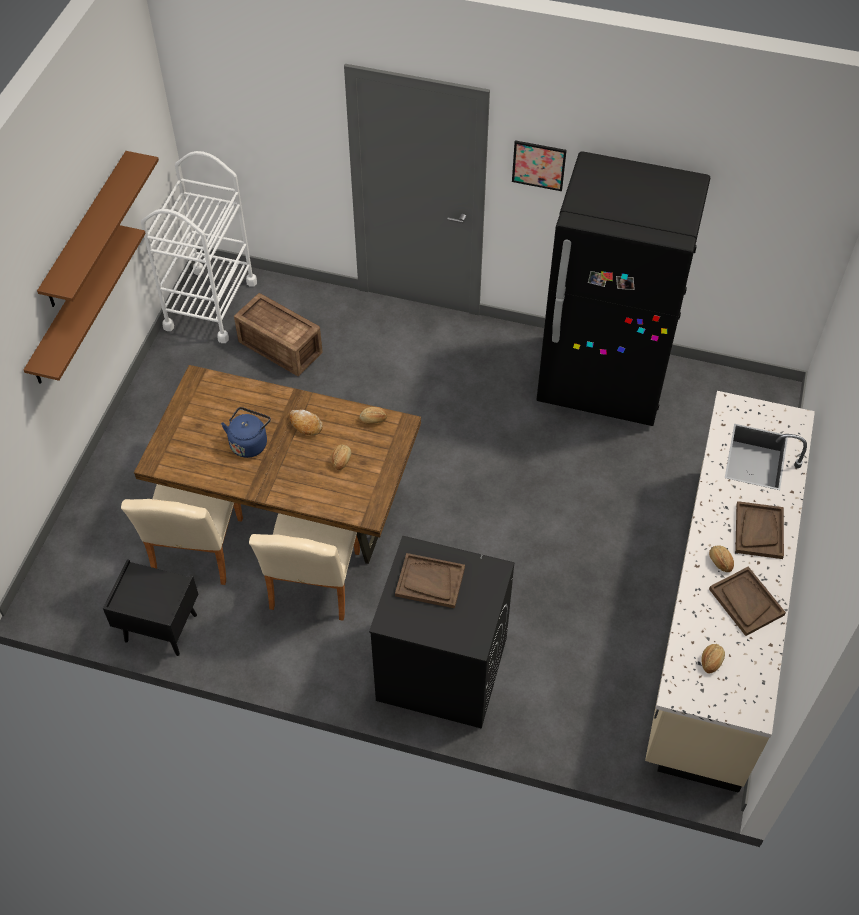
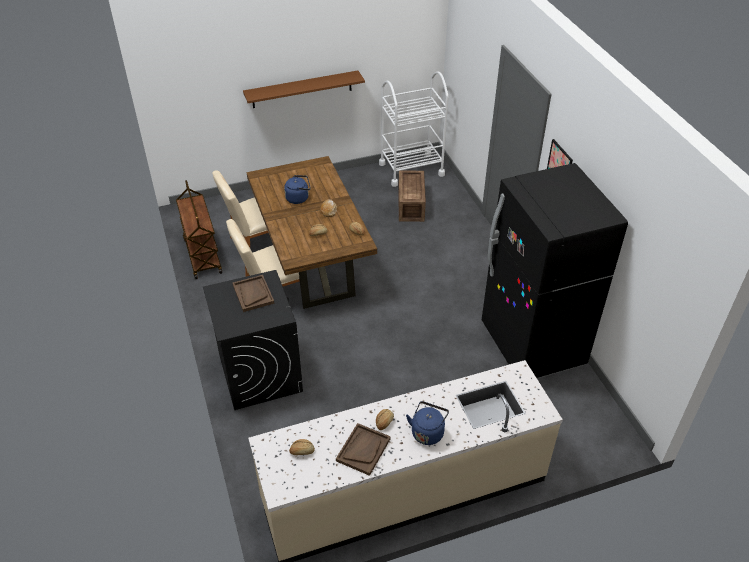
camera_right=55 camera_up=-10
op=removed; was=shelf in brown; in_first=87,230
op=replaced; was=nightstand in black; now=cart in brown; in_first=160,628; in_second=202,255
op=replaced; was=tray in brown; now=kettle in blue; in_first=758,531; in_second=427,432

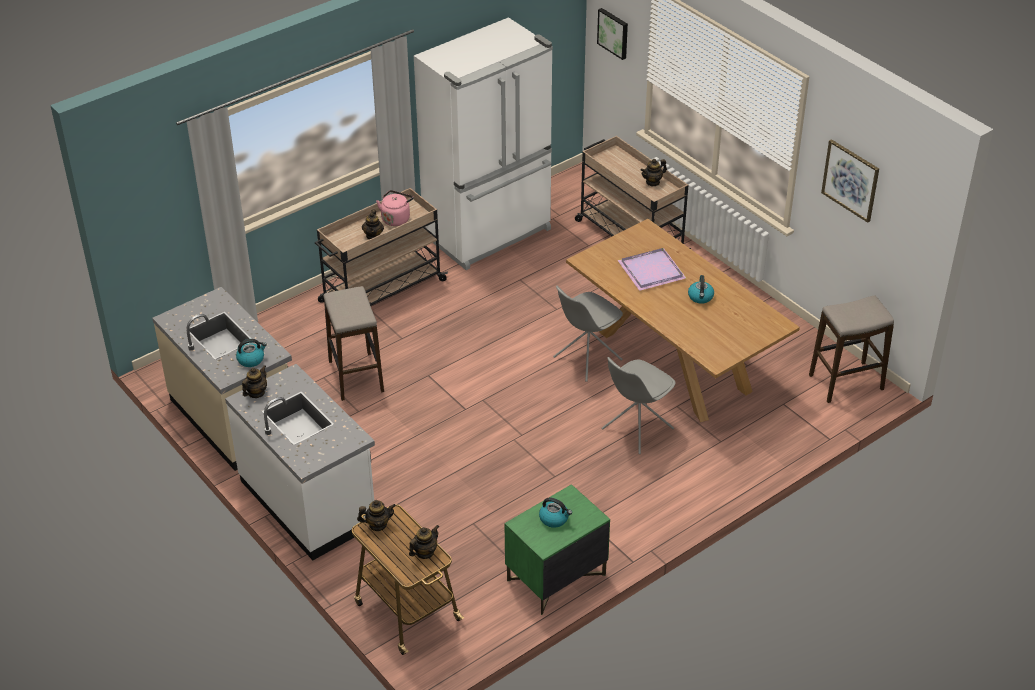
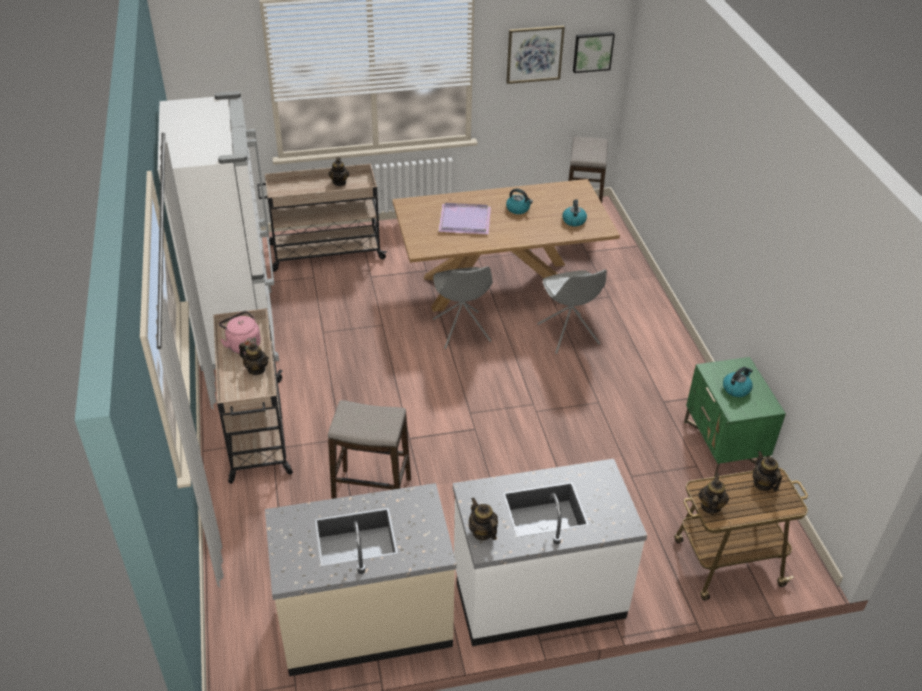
camera_right=-65 camera_up=0
op=moved; was=kettle; in_first=251,359; in_second=573,220
op=moved; was=picture; in_first=614,33; in_second=592,51

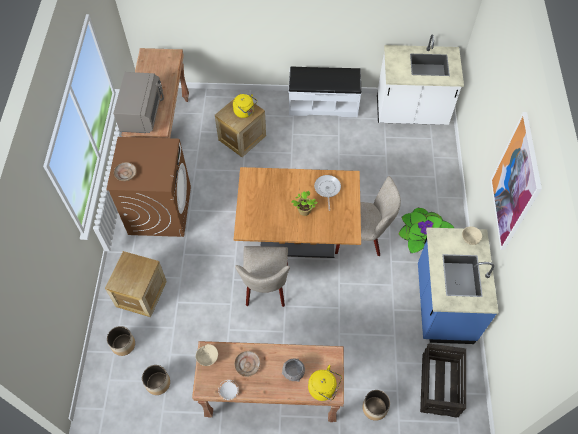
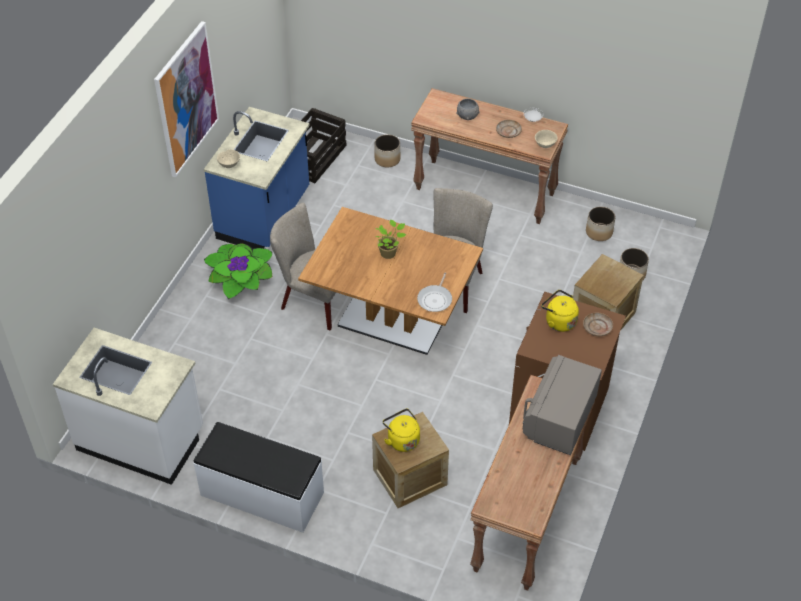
camera_right=-160 camera_up=-10
op=moved; was=kettle in yellow; in_first=324,388; in_second=558,321
op=moved; was=frying pan; in_first=327,189; in_second=435,299

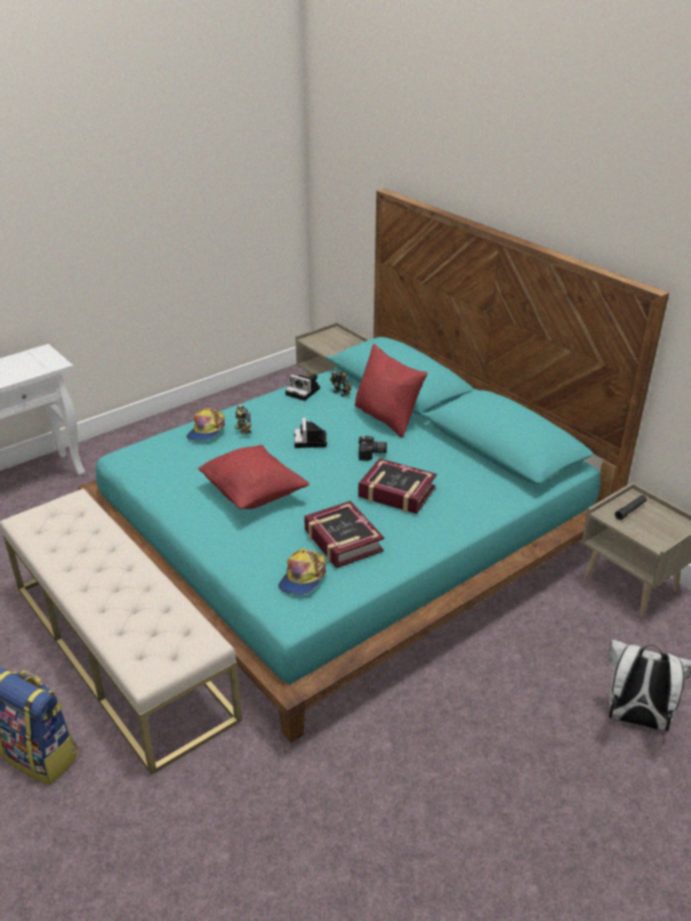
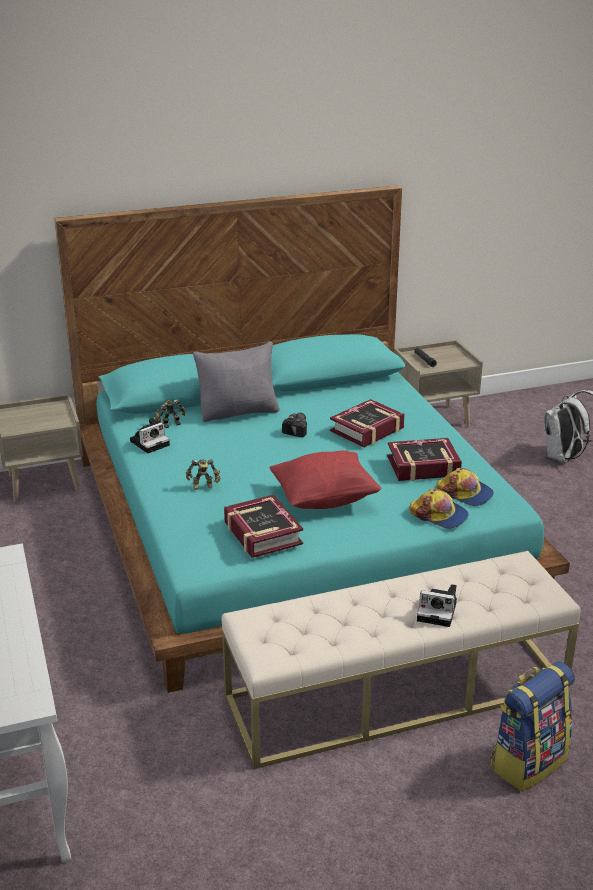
camera_right=-70 camera_up=-5
op=moved; was=cap; in_first=206,430; in_second=439,515
op=moved; was=photo camera; in_first=310,441; in_second=438,611
op=recoloured; was=pillow in red; now=pillow in grey; in_first=387,418; in_second=239,412
op=added; now=book; in_second=262,533

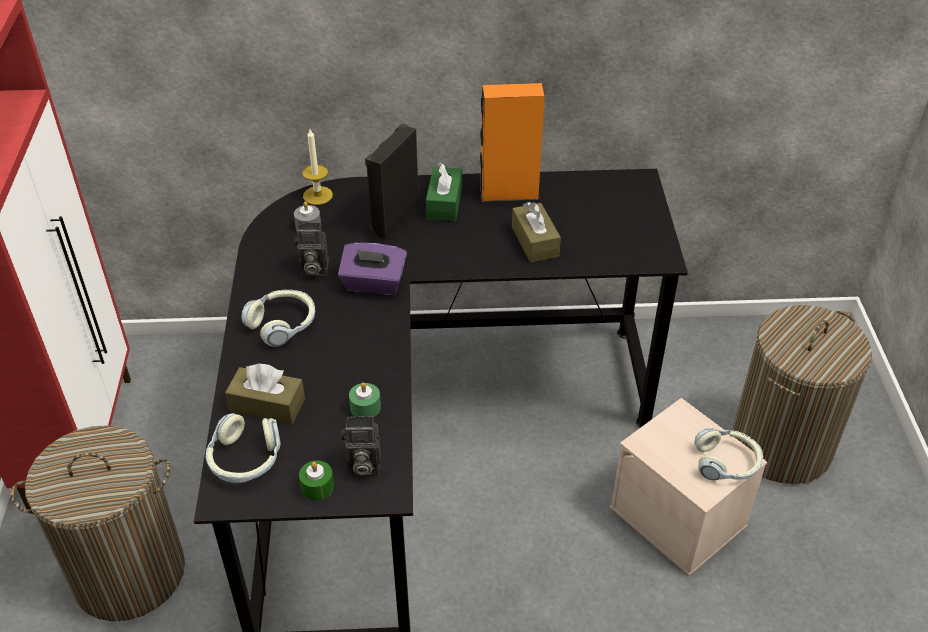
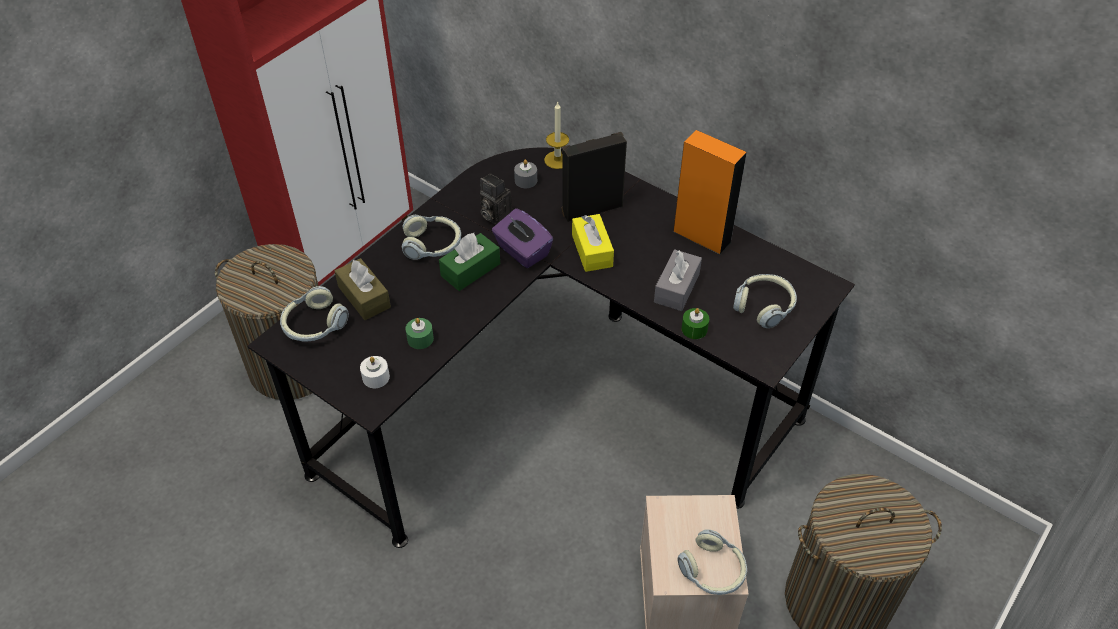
camera_right=40 camera_up=5
op=moved; was=candle in green; in_first=317,487; in_second=694,329
op=replaced; was=photo camera; now=candle in white; in_first=362,465; in_second=376,377
op=moved; was=tissue box in green; in_first=444,203; in_second=470,270
op=recoloured; was=tissue box in brown; now=tissue box in grey; in_first=535,241; in_second=676,288
op=added; now=tissue box in yellow; in_second=592,250
op=added; now=headphones; in_second=764,306

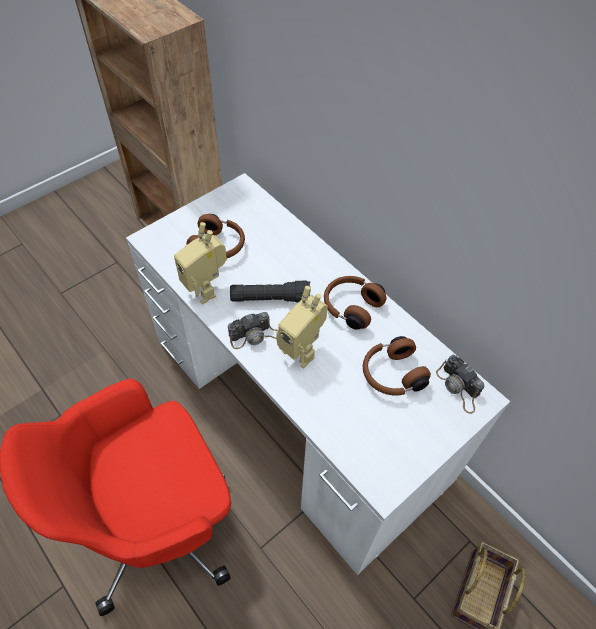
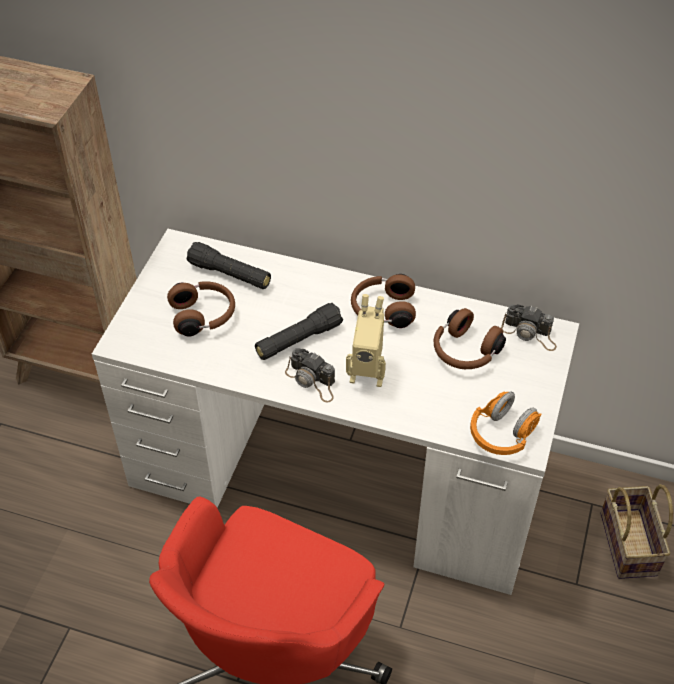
camera_right=-30 camera_up=-5
op=removed; was=toy robot; in_first=206,289
op=turned; was=photo camera; in_first=255,335; in_second=312,381; clockwise=90
op=added; now=flashlight in black; in_second=230,274
op=added; now=headphones in orange; in_second=502,434

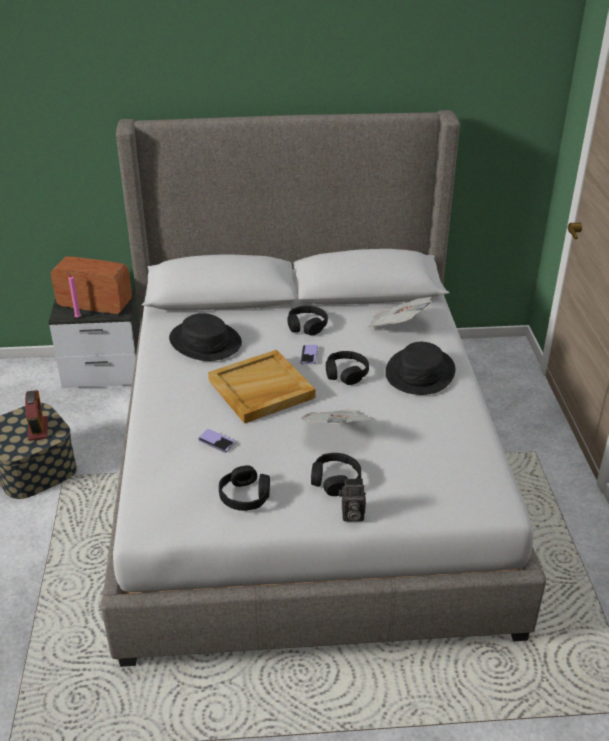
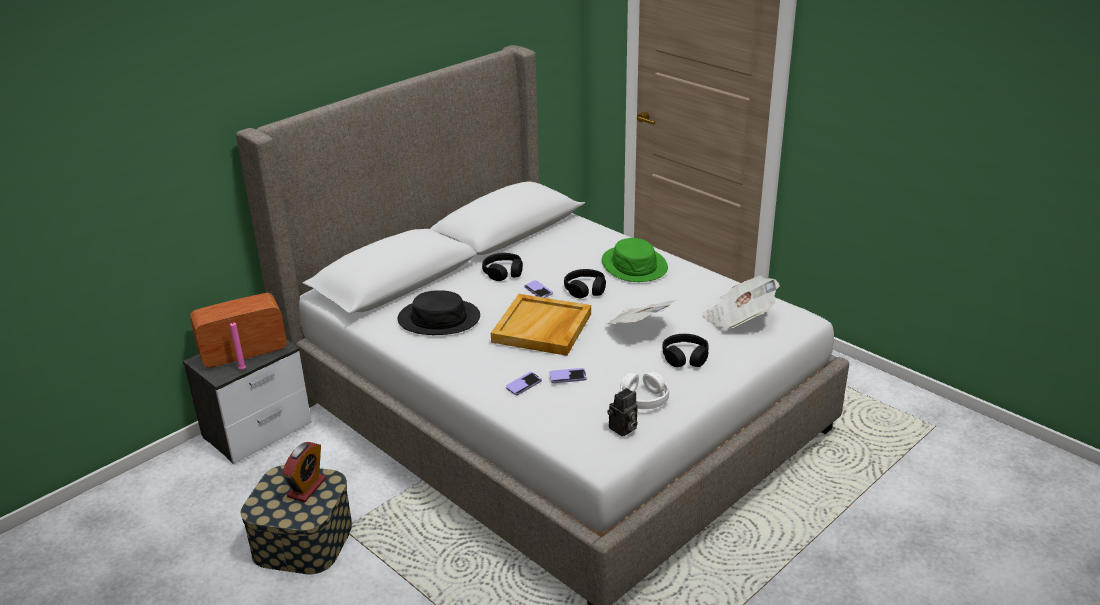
camera_right=-40 camera_up=-5
op=turned; was=alarm clock; in_first=38,429; in_second=307,488; clockwise=75
op=recoloured; was=headphones in black; now=headphones in white; in_first=245,496; in_second=643,398
op=moved; was=photo camera; in_first=351,515; in_second=623,429
op=moved; was=newspaper; in_first=398,326; in_second=738,319
op=recoloured; was=hat in black; now=hat in green; in_first=420,372; in_second=634,265
op=added; now=phone; in_second=524,384

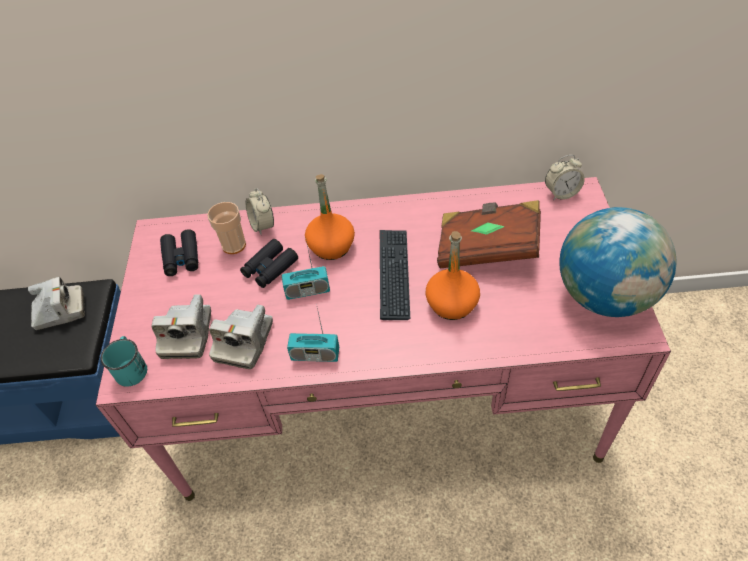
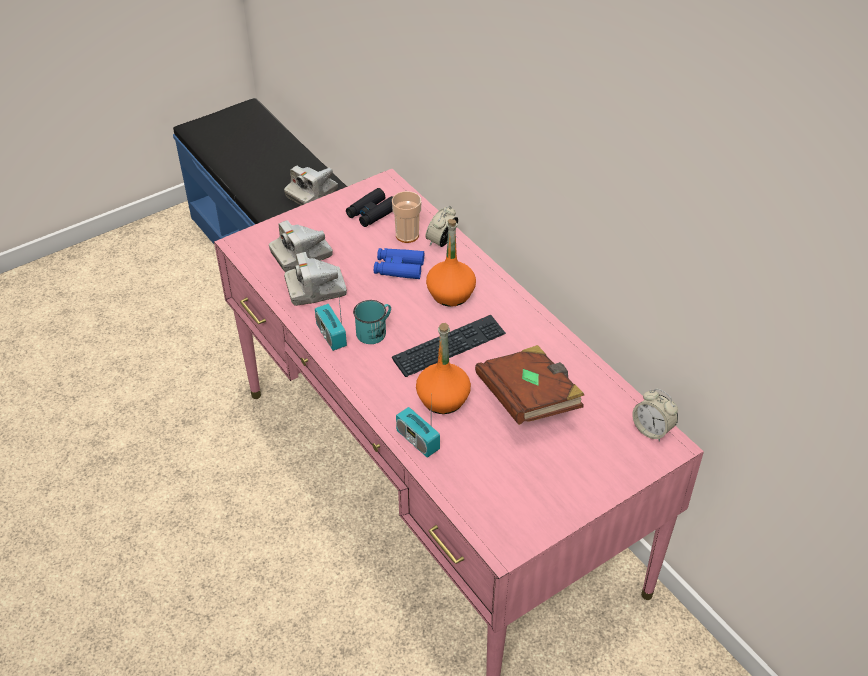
camera_right=55 camera_up=-5
op=turned; was=photo camera; in_first=60,311; in_second=312,193; clockwise=90
op=moved; was=mug in turquoise; in_first=131,368; in_second=375,331
op=recoloured; was=binoculars in black; now=binoculars in blue; in_first=270,268; in_second=399,268
op=moved; was=radio; in_first=307,291; in_second=417,440
op=removed; was=globe; in_first=605,296

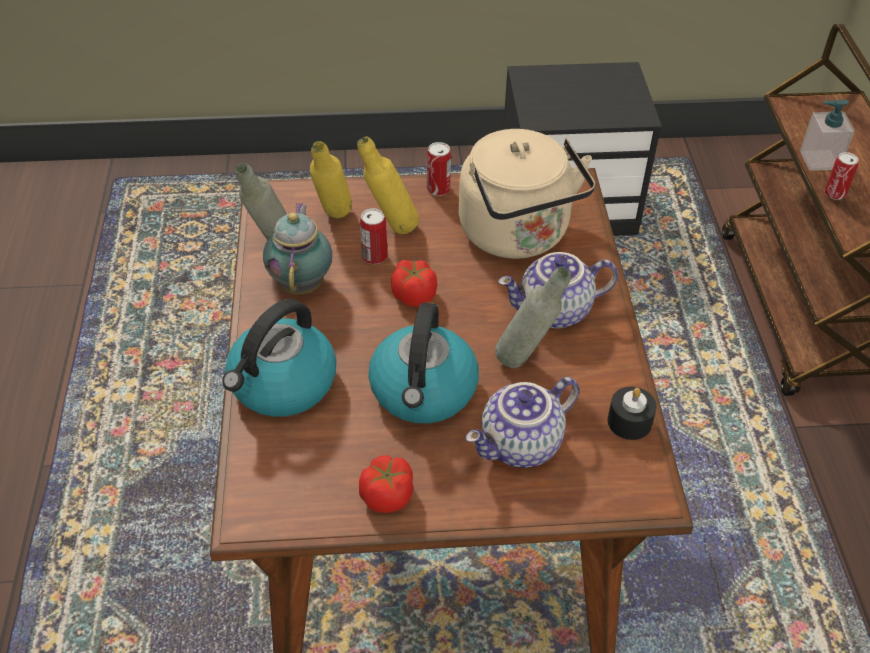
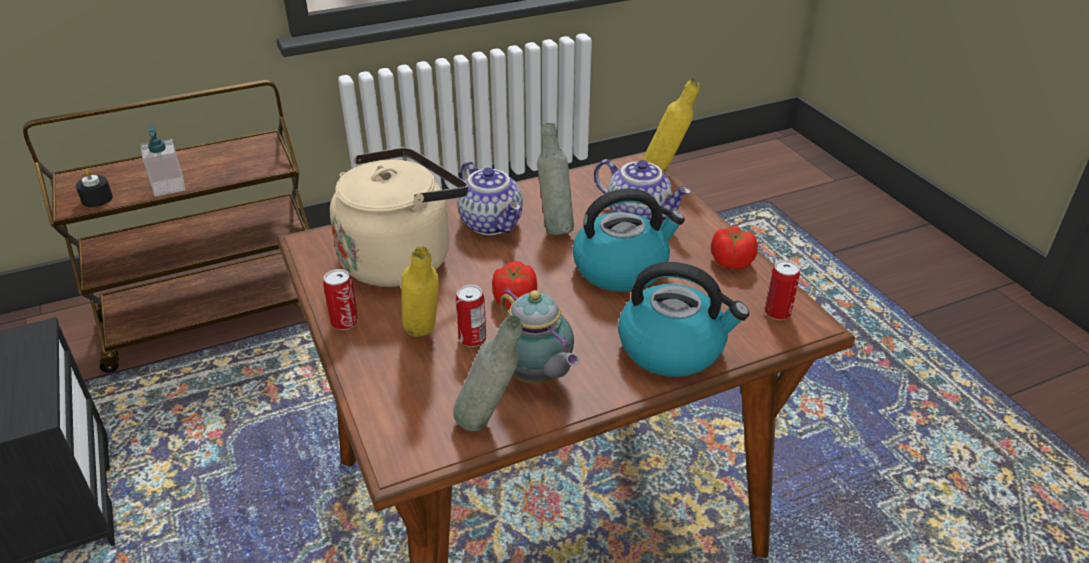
camera_right=-110 camera_up=-10
op=turned; was=teapot; in_first=302,283; in_second=537,378; clockwise=-105
op=moved; was=bottle in yellow; in_first=334,221; in_second=665,171
op=moved; was=candle in black; in_first=629,422; in_second=97,199
op=moved; was=can; in_first=834,193; in_second=777,312

